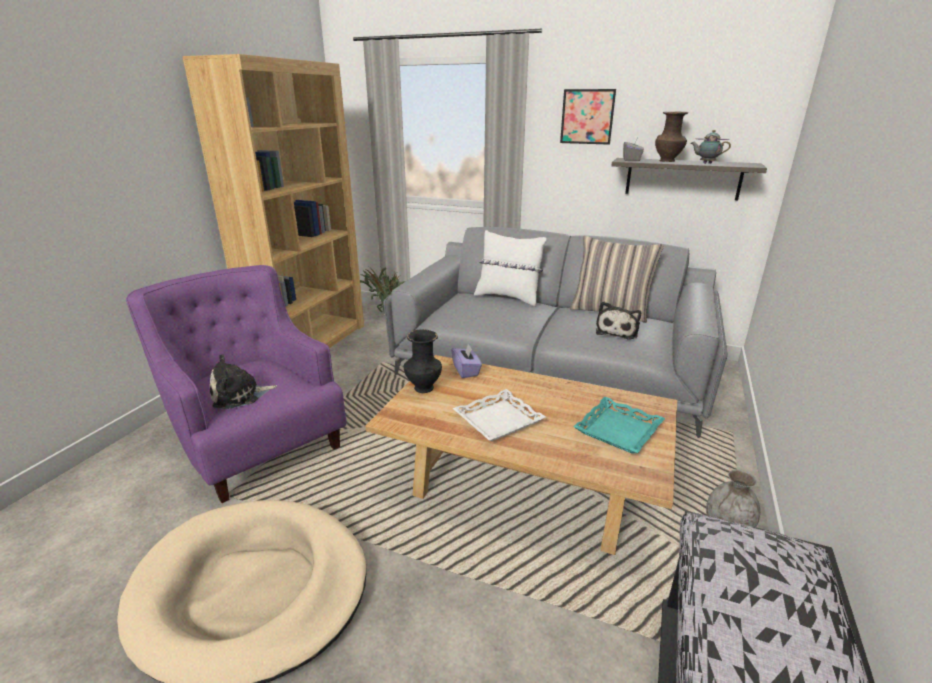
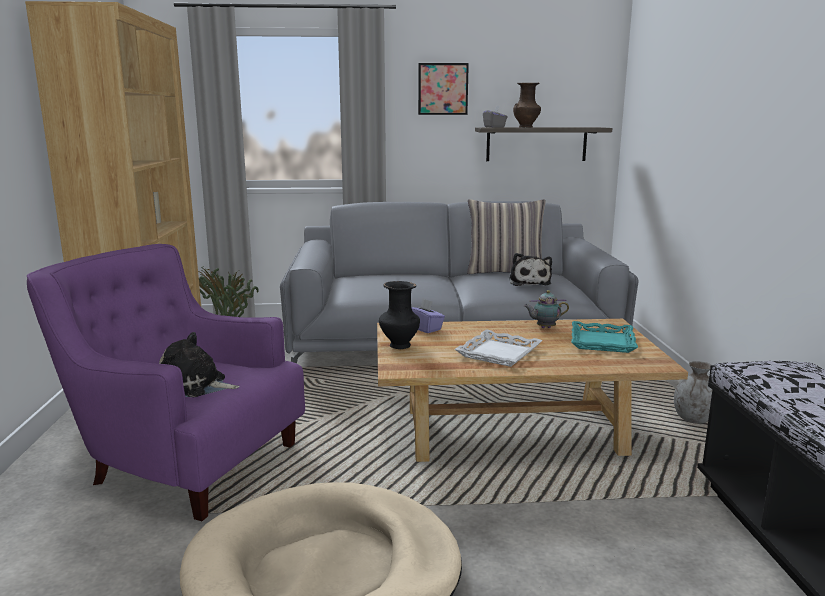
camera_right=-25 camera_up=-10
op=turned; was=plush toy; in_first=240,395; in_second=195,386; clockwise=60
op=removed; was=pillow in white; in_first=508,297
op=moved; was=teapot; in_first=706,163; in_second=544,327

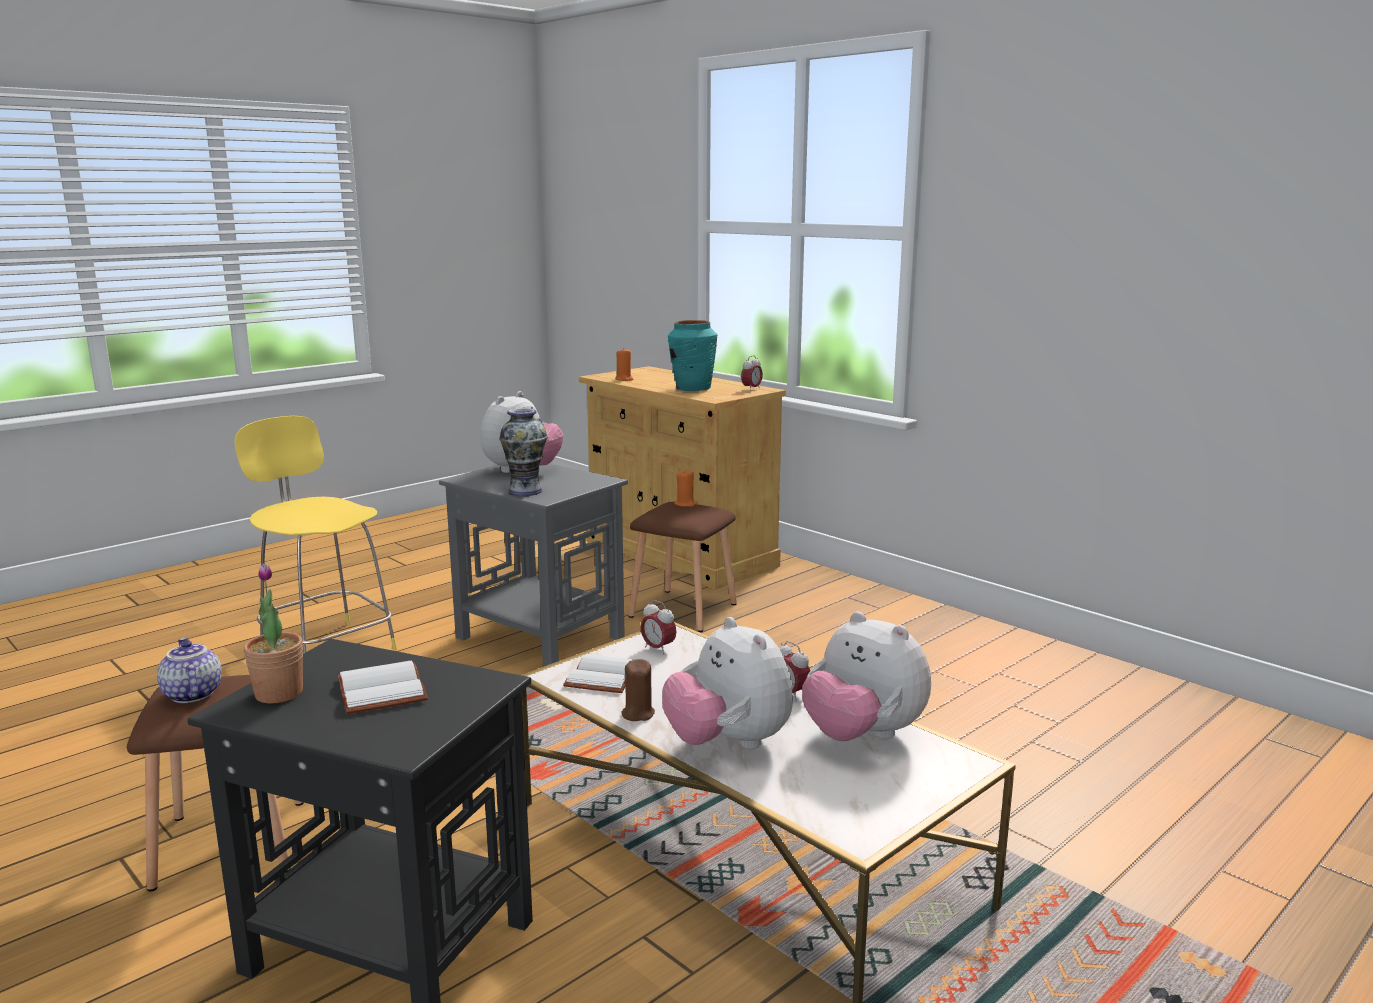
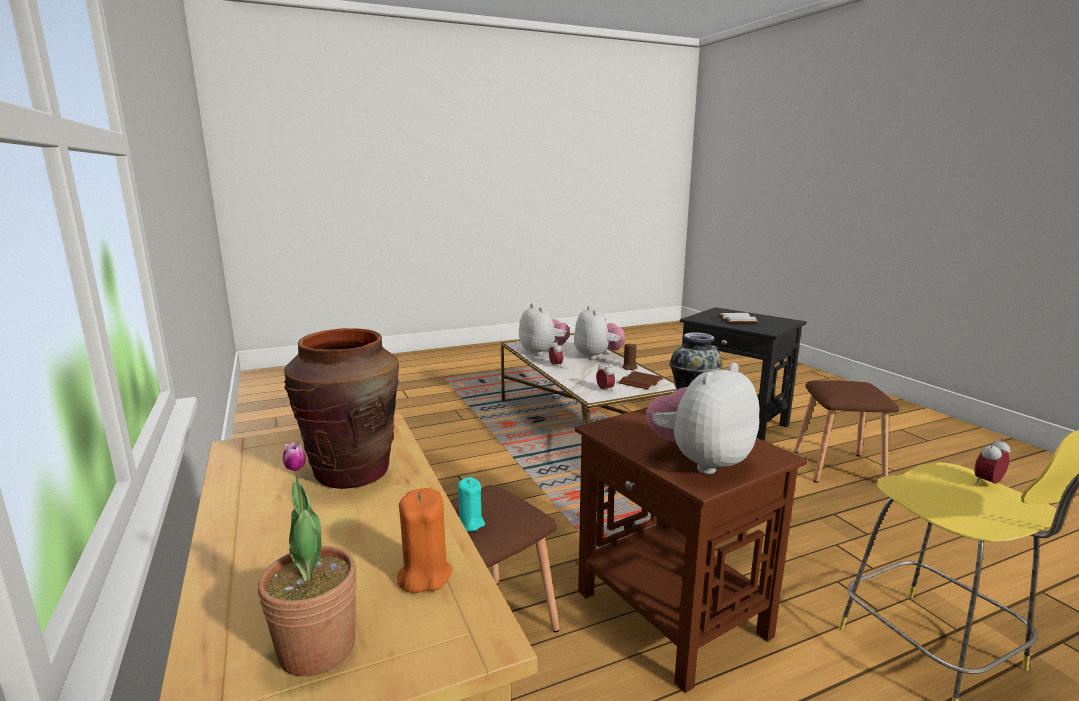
camera_right=-160 camera_up=0
op=removed; was=teapot; in_first=191,694
op=moved; was=potted plant; in_first=279,693; in_second=317,648
op=recoloured; was=side table in grey; now=side table in brown; in_first=538,637; in_second=672,614
op=recoloured; was=book in white; now=book in brown; in_first=605,677; in_second=640,381
op=recoloured; was=vase in turquoise; now=vase in brown; in_first=692,389; in_second=353,472
op=recoloured; was=candle in orange; now=candle in turquoise; in_first=685,504; in_second=470,523
op=moved; was=alarm clock; in_first=751,389; in_second=987,483

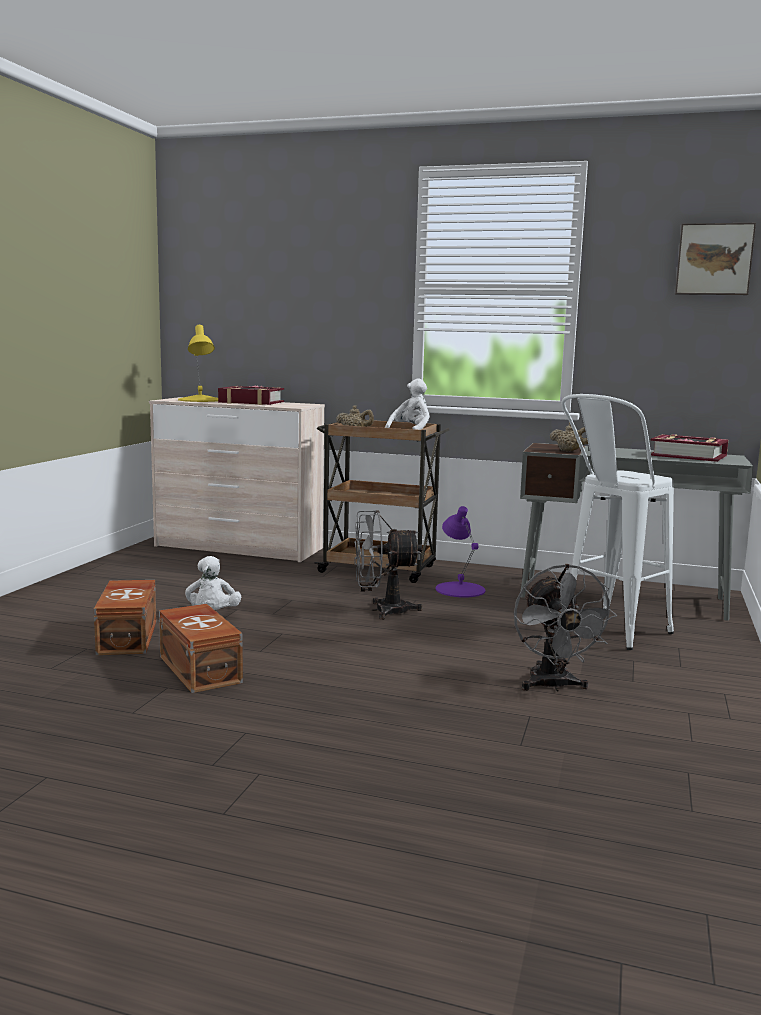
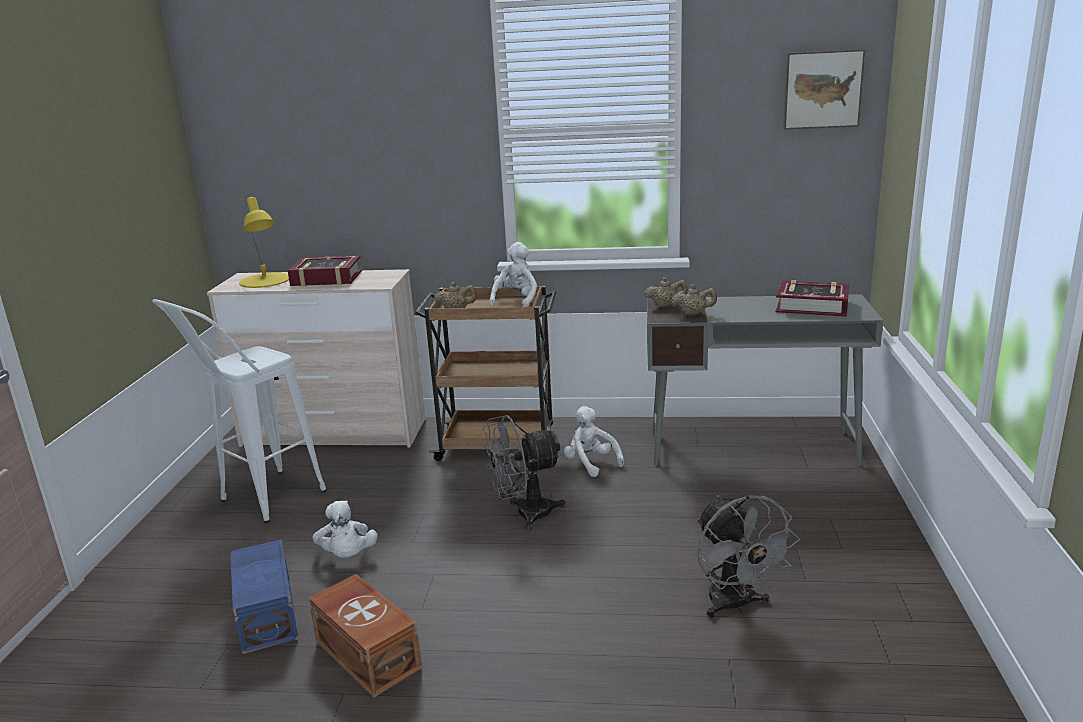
camera_right=-10 camera_up=10
op=recoloured; was=storage box in brown; now=storage box in blue; in_first=129,636; in_second=269,613
op=replaced; was=table lamp in purple; now=plush toy in white; in_first=460,589; in_second=591,463
op=moved; was=stool in white; in_first=606,634; in_second=260,503
op=added; now=teapot in beige; in_second=665,306

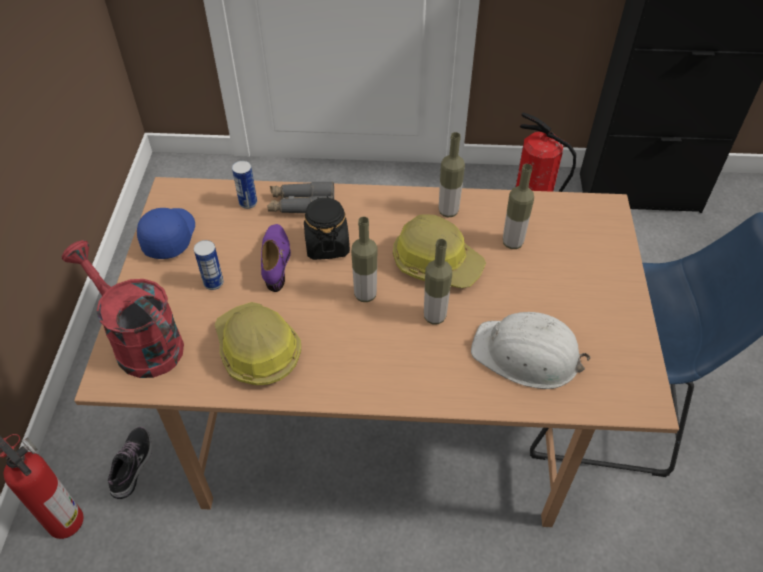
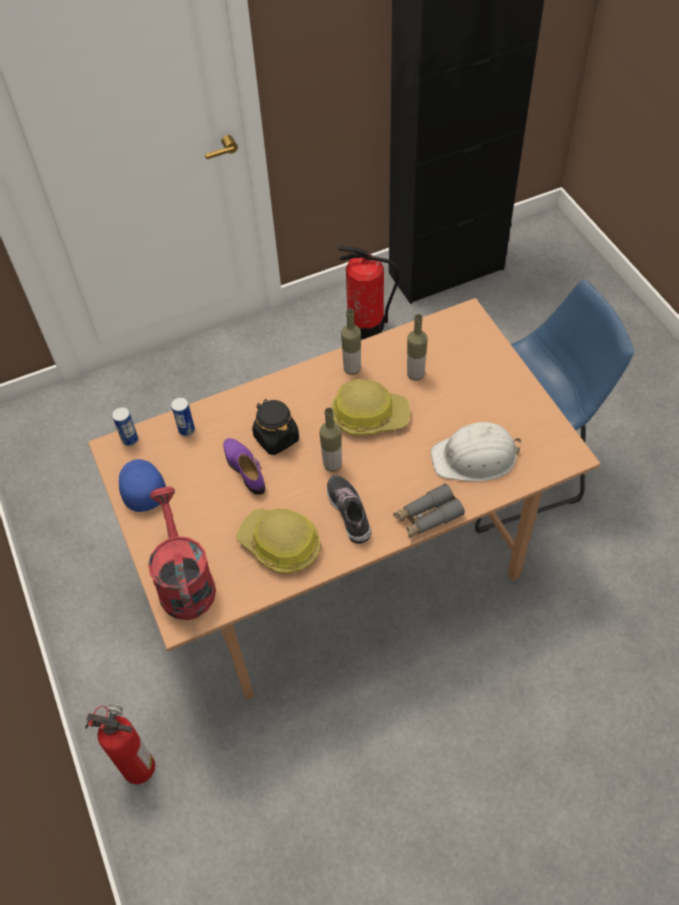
camera_right=-25 camera_up=5
op=turned; was=watering can in red; in_first=140,342; in_second=184,581; clockwise=60
op=moved; was=shoe; in_first=132,465; in_second=349,512
op=moved; was=can; in_first=213,283; in_second=130,440
op=moved; was=binoculars in grey; in_first=302,205; in_second=427,516
op=removed; was=bottle; in_first=434,316

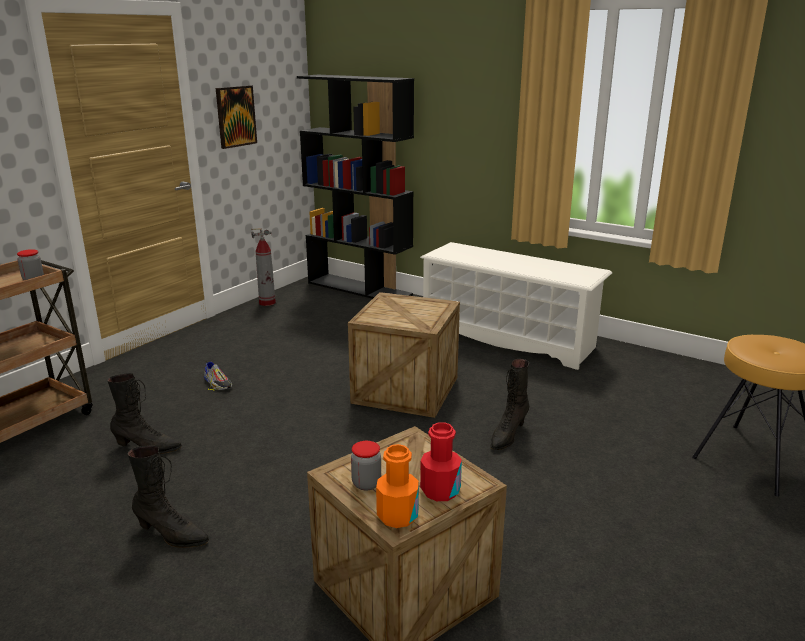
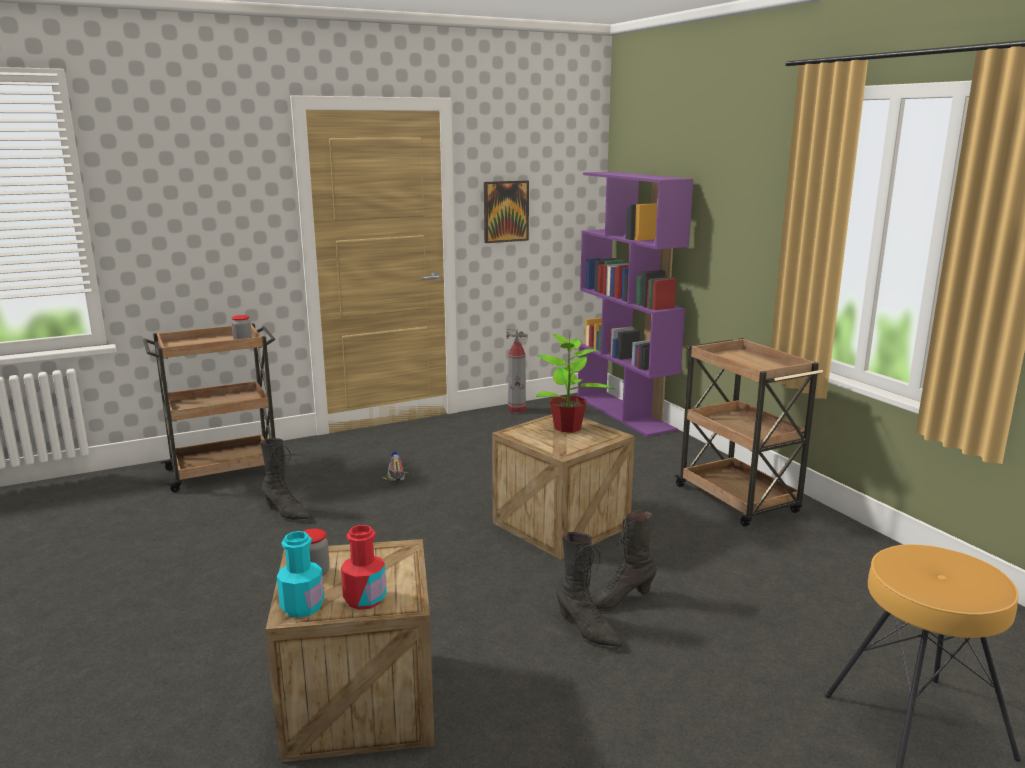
camera_right=30 camera_up=-5
op=moved; was=boot in black; in_first=171,535; in_second=587,631
op=recoloured; was=bookcase in black; now=bookcase in purple; in_first=360,288; in_second=625,413
op=recoloured; was=bottle in orange; now=bottle in turquoise; in_first=397,516; in_second=302,606
op=replaced; was=shoe rack in white; now=cart in brown; in_first=508,338; in_second=738,500
op=added; now=potted plant; in_second=568,428

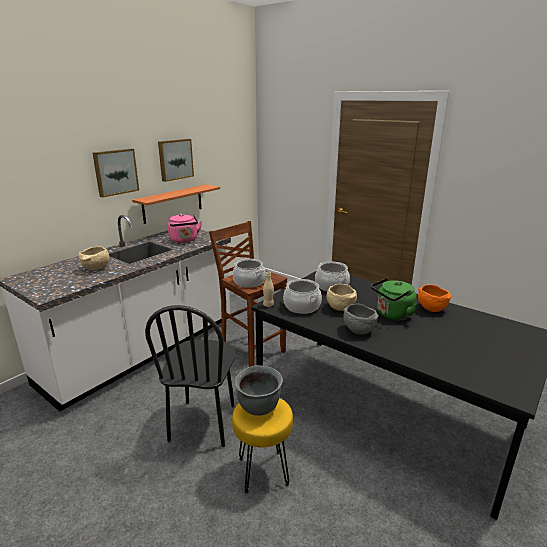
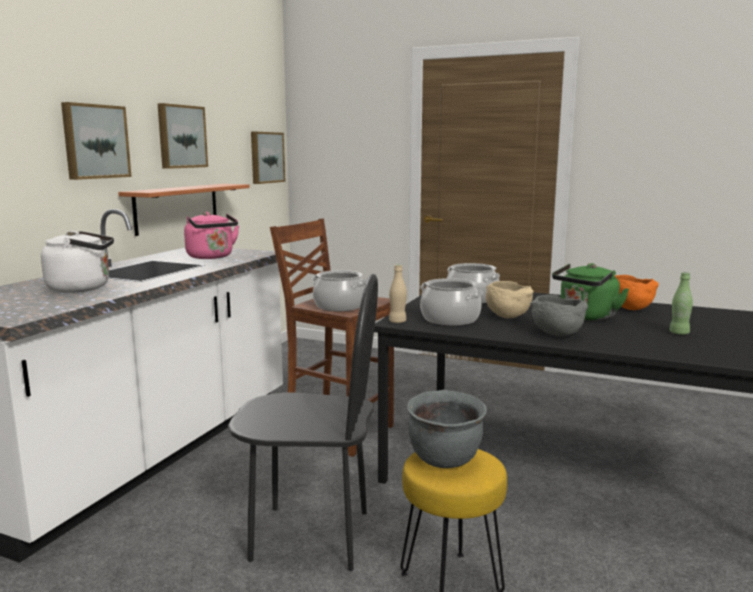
camera_right=-15 camera_up=-10
op=replaced; was=bowl in beige; now=kettle in white; in_first=96,269; in_second=83,288
op=turned; was=chair in black; in_first=203,423; in_second=310,536; clockwise=-75
op=added; now=picture; in_second=266,157
op=added; now=bottle in green; in_second=679,333

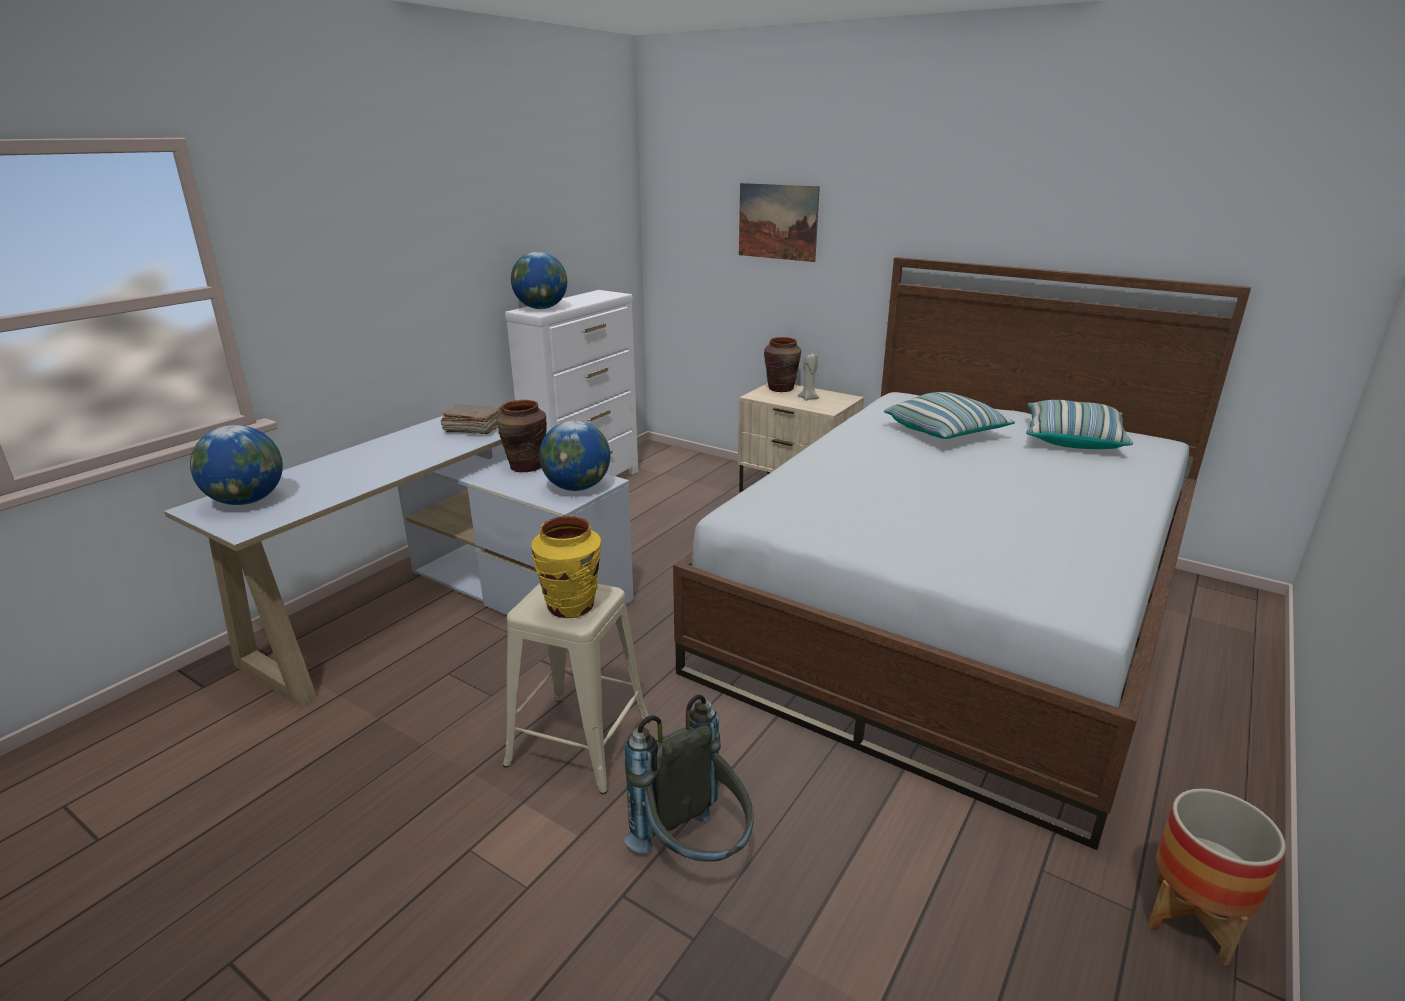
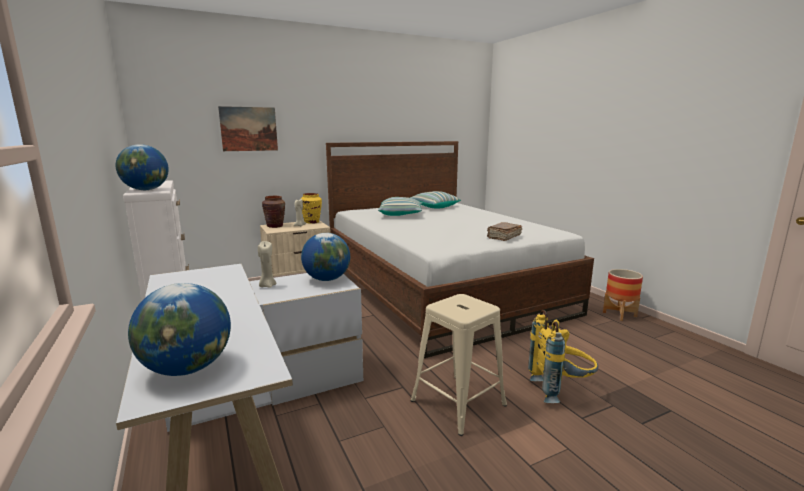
camera_right=-60 camera_up=-10
op=moved; was=book in brown; in_first=473,429; in_second=503,237
op=replaced; was=vase in brown; now=candle in beige; in_first=526,466; in_second=267,286
op=moved; was=vase in yellow; in_first=571,606; in_second=312,222
op=recoloured; was=backpack in grey; now=backpack in yellow; in_first=695,853; in_second=560,390

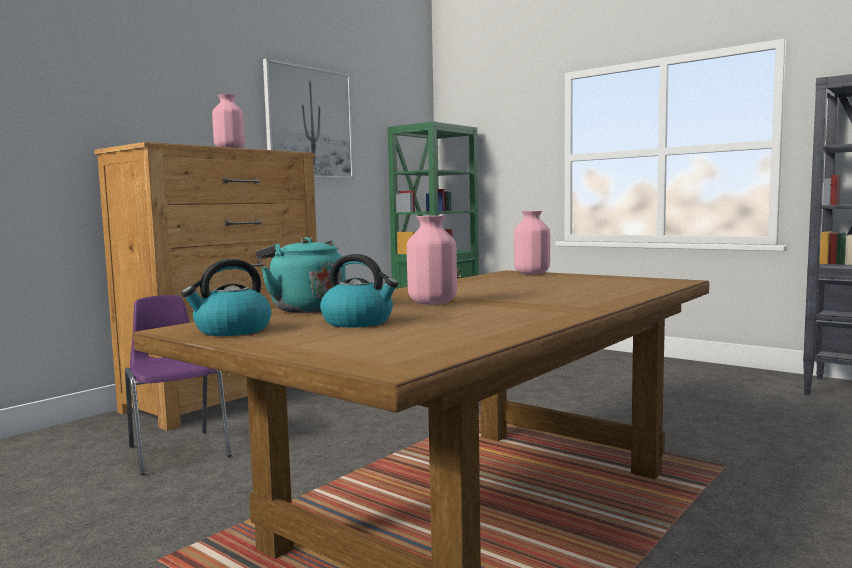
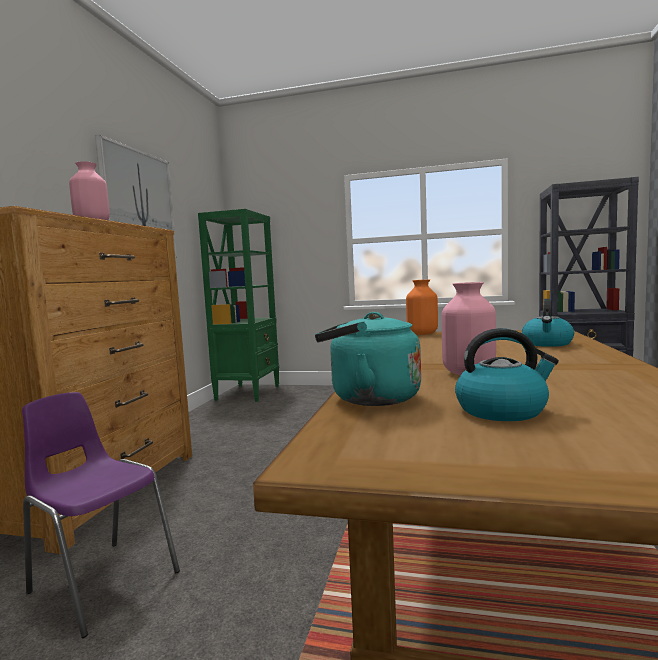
camera_right=-25 camera_up=0
op=moved; was=kettle; in_first=232,331; in_second=547,343
op=recoloured; was=vase in pink; now=vase in orange; in_first=532,273; in_second=422,333

